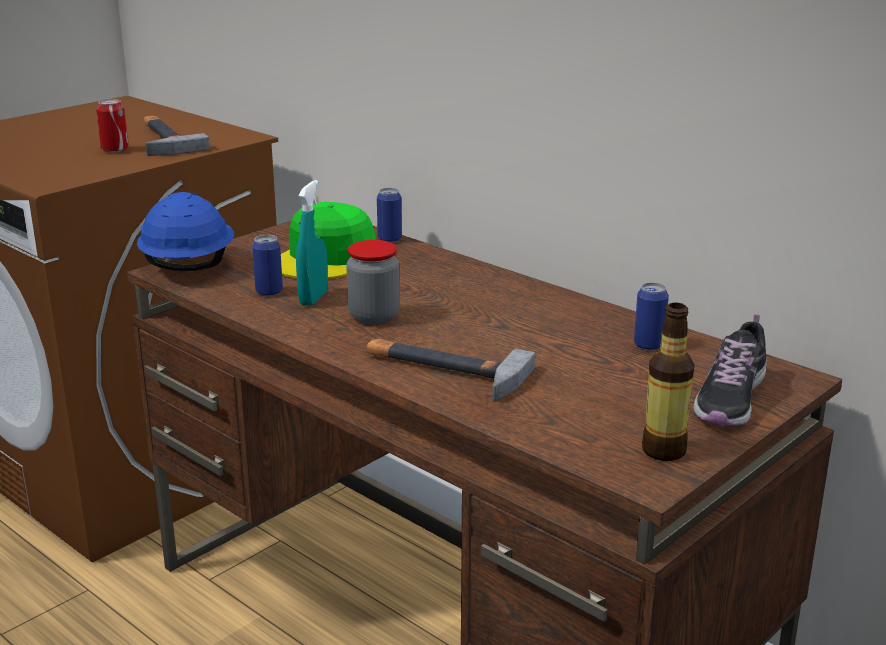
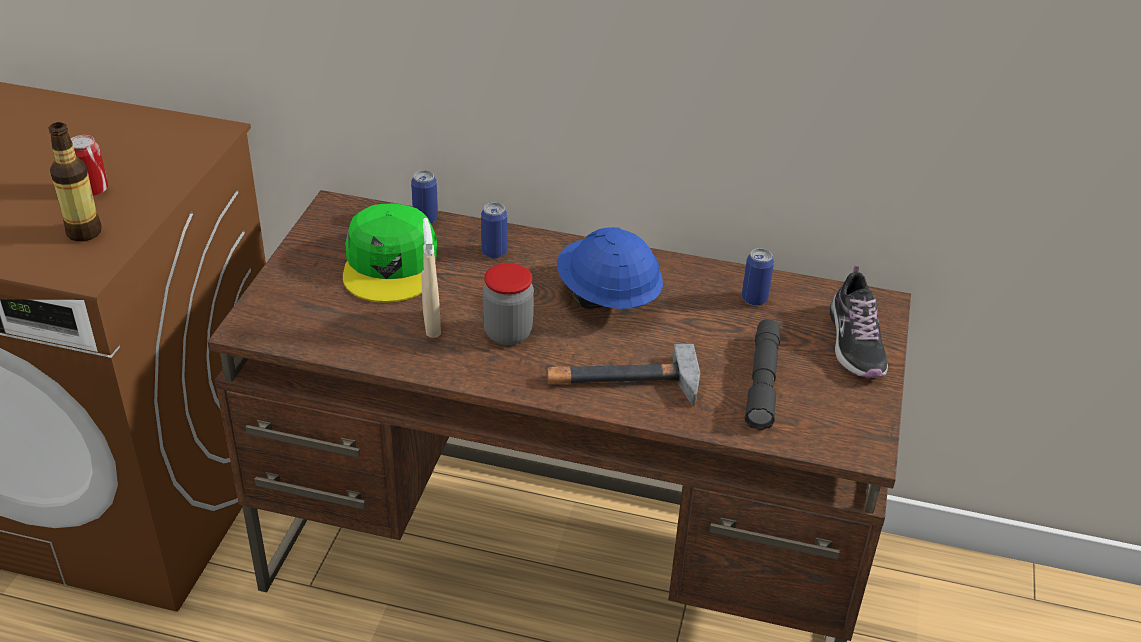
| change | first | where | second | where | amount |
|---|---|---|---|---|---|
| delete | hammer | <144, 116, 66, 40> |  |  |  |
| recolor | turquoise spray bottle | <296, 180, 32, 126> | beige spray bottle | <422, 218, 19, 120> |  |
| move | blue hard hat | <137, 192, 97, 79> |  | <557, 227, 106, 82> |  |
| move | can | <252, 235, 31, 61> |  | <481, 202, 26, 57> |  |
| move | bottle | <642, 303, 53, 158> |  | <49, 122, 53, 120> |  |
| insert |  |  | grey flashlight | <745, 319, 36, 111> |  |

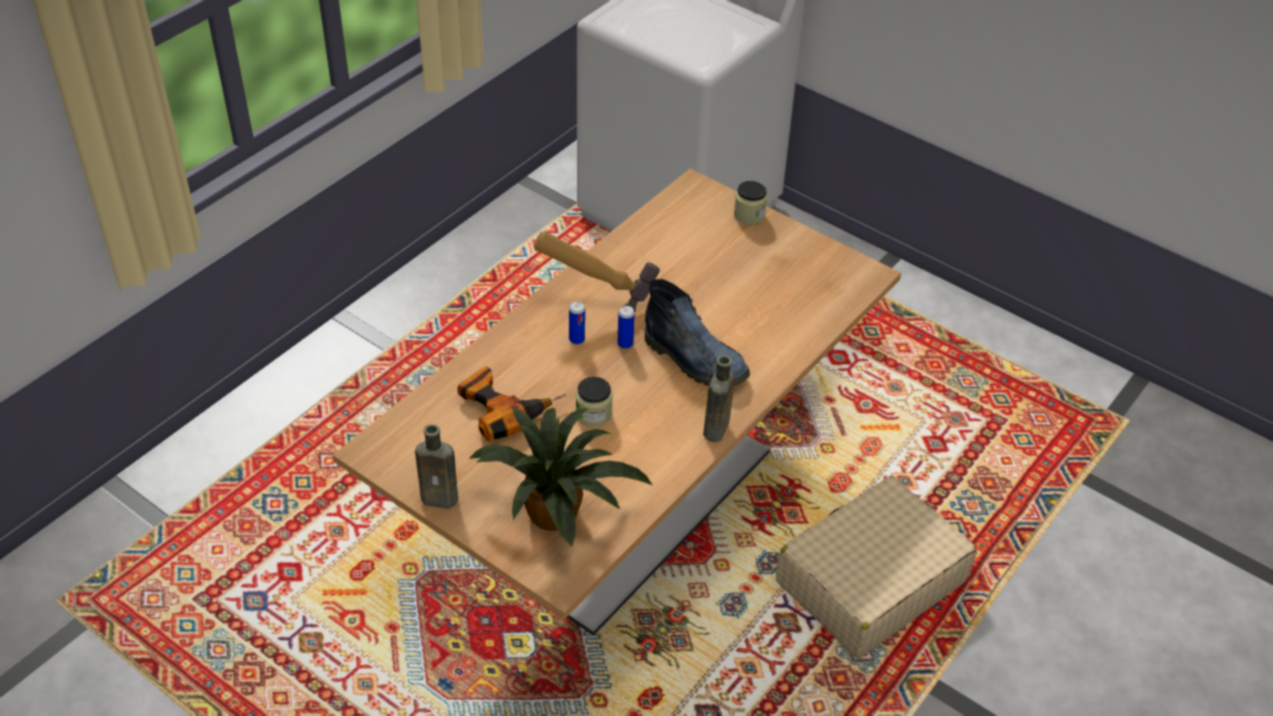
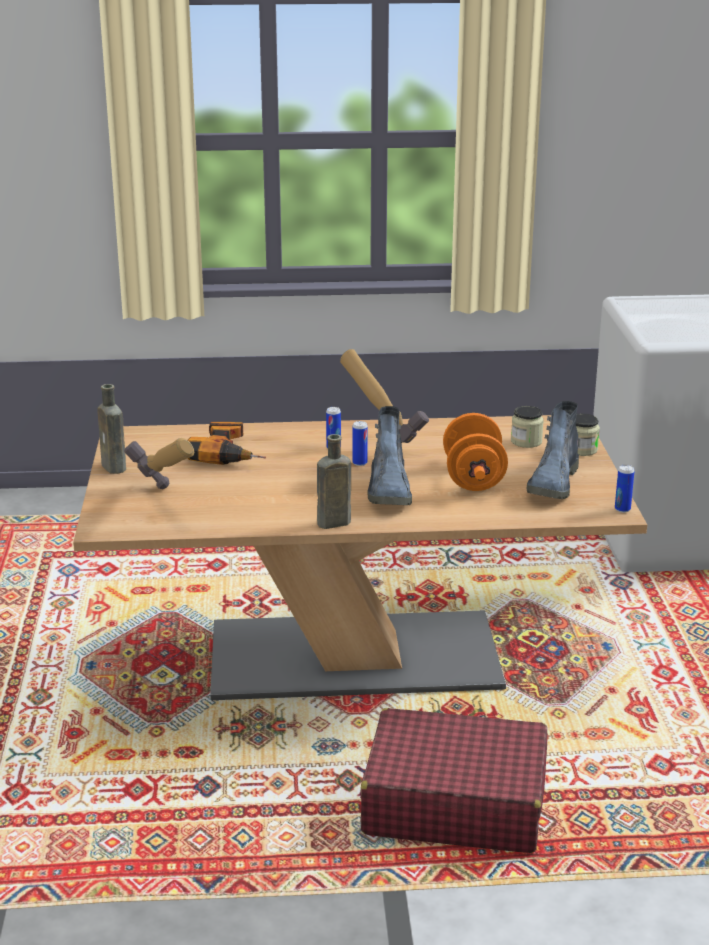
| change | first | where | second | where | amount |
|---|---|---|---|---|---|
| move | jar | <576, 377, 37, 51> |  | <511, 406, 33, 42> |  |
| replace | potted plant | <469, 408, 183, 138> | hammer | <124, 438, 70, 51> |  |
| recolor | beige suitcase | <776, 476, 201, 182> | red suitcase | <360, 708, 187, 145> |  |
| insert |  |  | boot | <527, 401, 52, 98> |  |
| insert |  |  | orange dumbbell | <443, 413, 65, 78> |  |
| insert |  |  | can | <615, 465, 19, 48> |  |

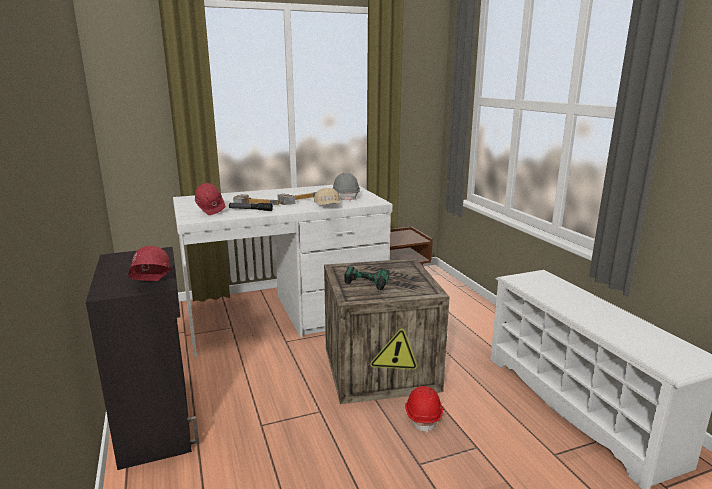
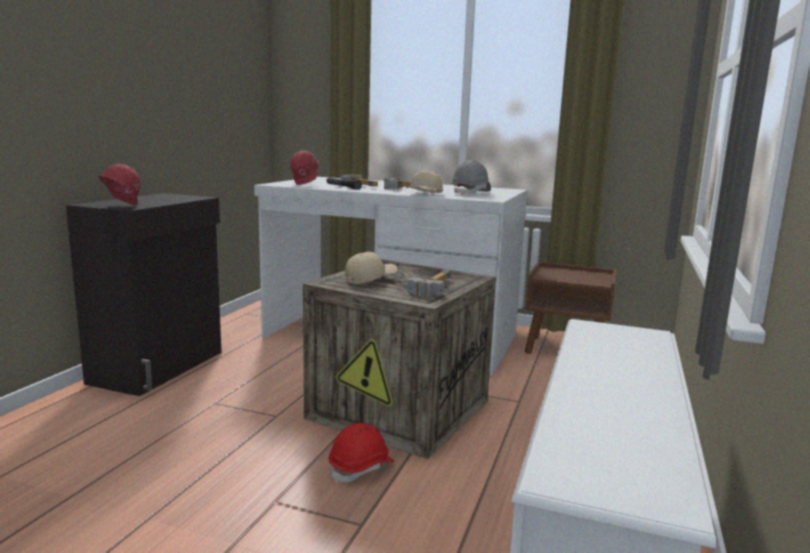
| change | first | where | second | where | amount |
|---|---|---|---|---|---|
| replace | power drill | <344, 266, 45, 27> | beige cap | <345, 252, 52, 32> |  |
| insert |  |  | hammer | <407, 270, 44, 27> |  |

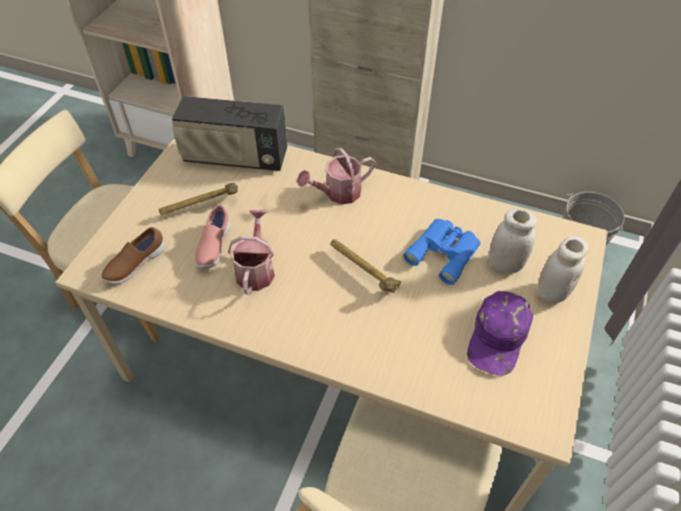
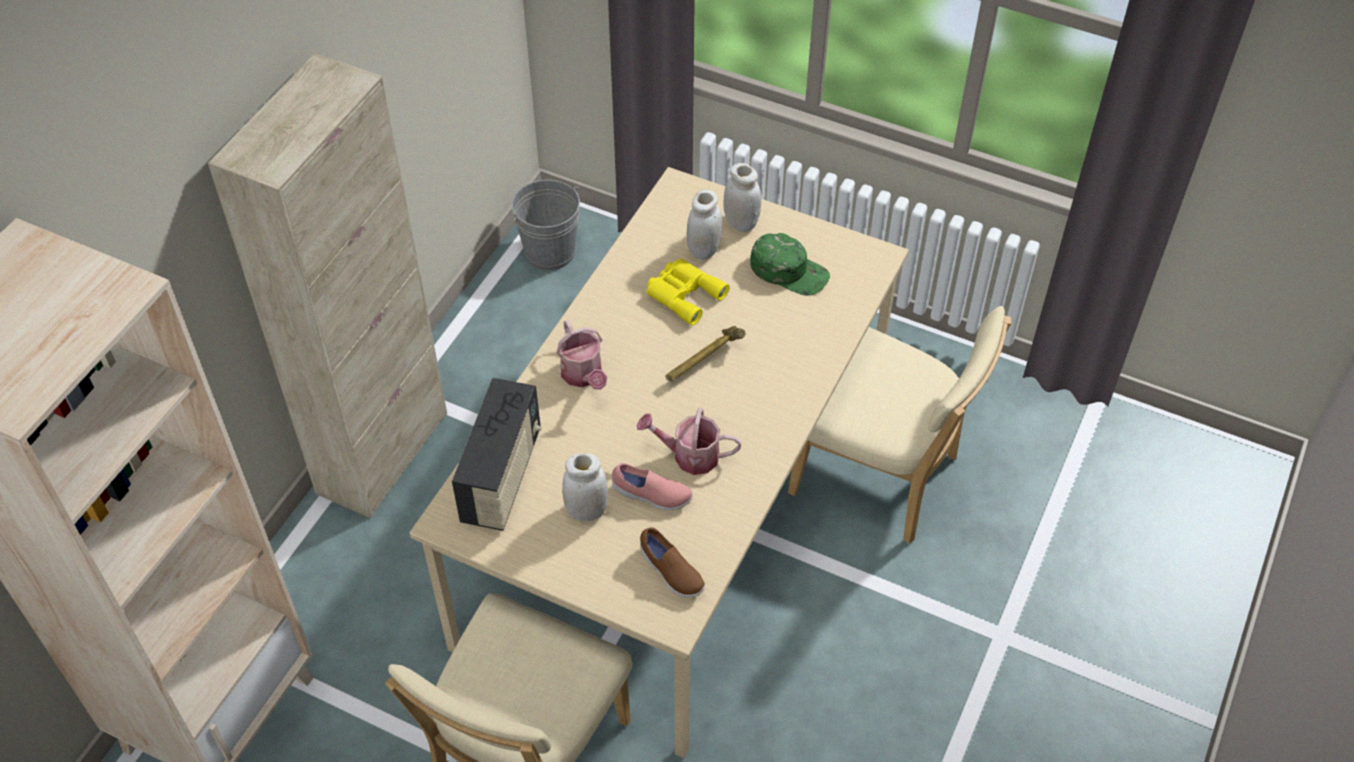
| change | first | where | second | where | amount |
|---|---|---|---|---|---|
| replace | hammer | <159, 183, 79, 32> | white jar | <562, 453, 46, 68> |  |
| recolor | blue binoculars | <403, 219, 77, 66> | yellow binoculars | <647, 258, 83, 68> |  |
| recolor | purple cap | <467, 291, 66, 85> | green cap | <750, 233, 80, 63> |  |

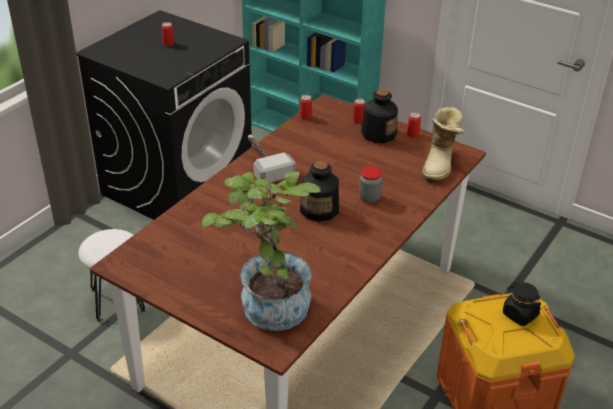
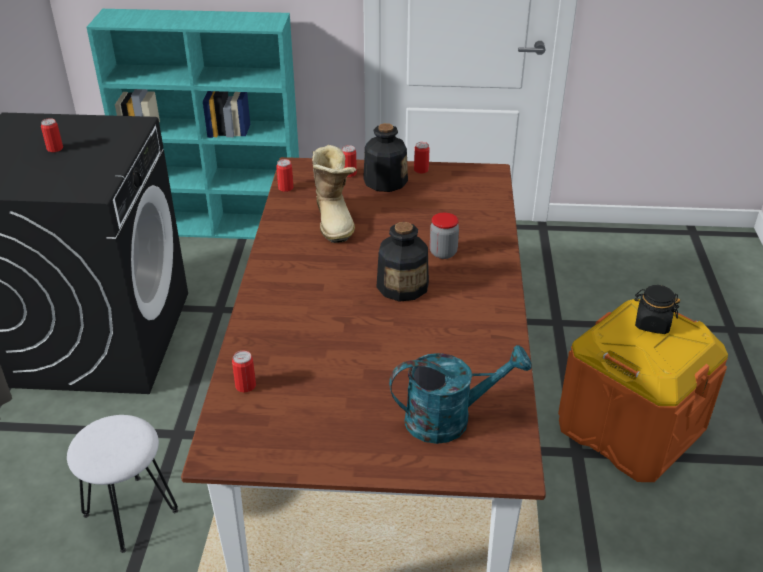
| change | first | where | second | where | amount |
|---|---|---|---|---|---|
| move | boot | <422, 107, 43, 76> |  | <312, 145, 44, 98> |  |
| delete | hammer | <248, 135, 48, 48> |  |  |  |
| replace | potted plant | <202, 171, 119, 160> | turquoise watering can | <389, 345, 143, 99> |  |
| insert |  |  | can | <232, 351, 24, 41> |  |

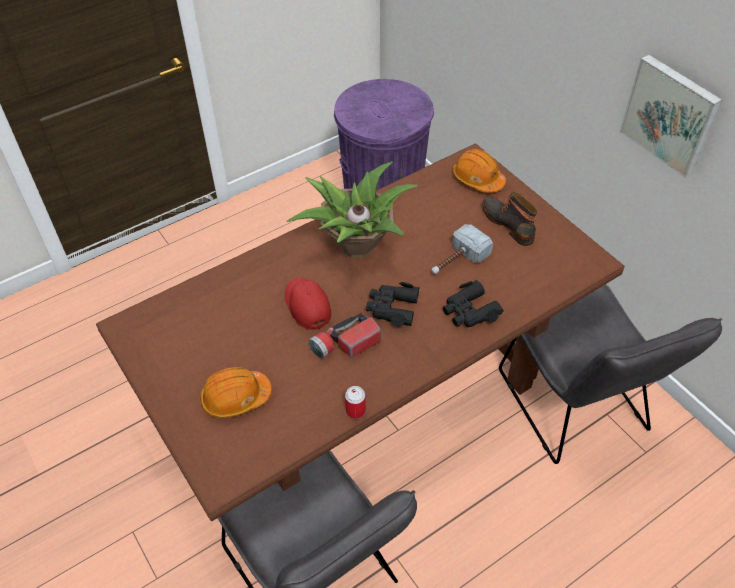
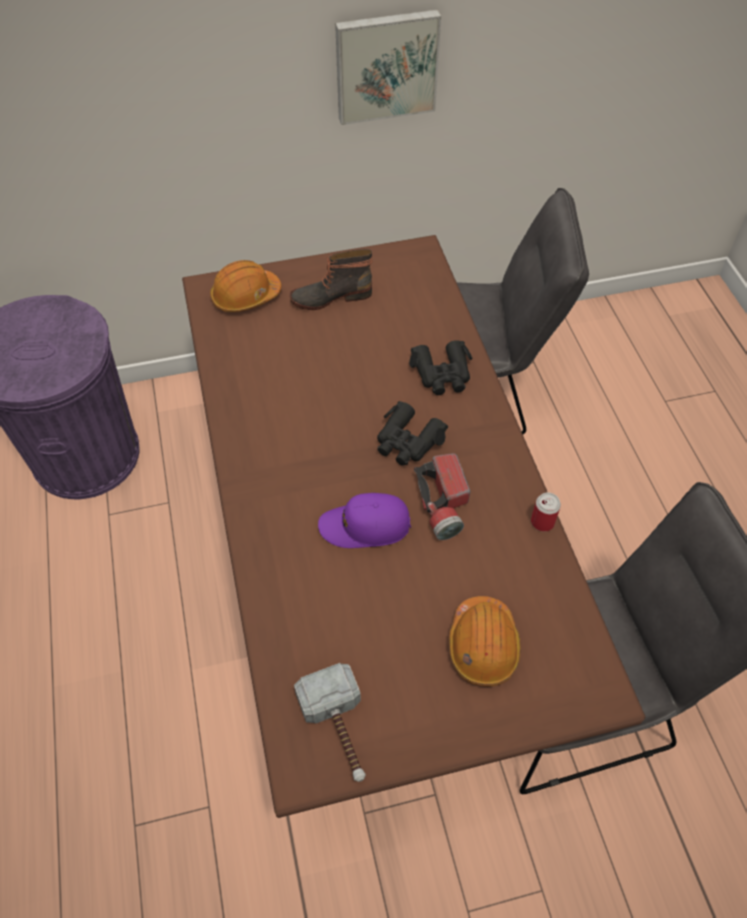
| change | first | where | second | where | amount |
|---|---|---|---|---|---|
| delete | potted plant | <287, 161, 130, 97> |  |  |  |
| move | hammer | <432, 224, 61, 50> |  | <294, 663, 72, 119> |  |
| recolor | red cap | <285, 278, 47, 52> | purple cap | <318, 493, 93, 55> |  |

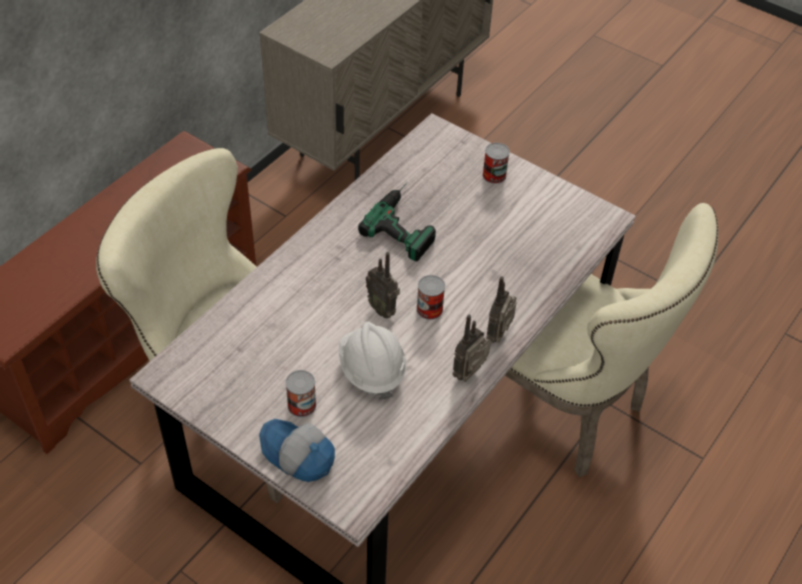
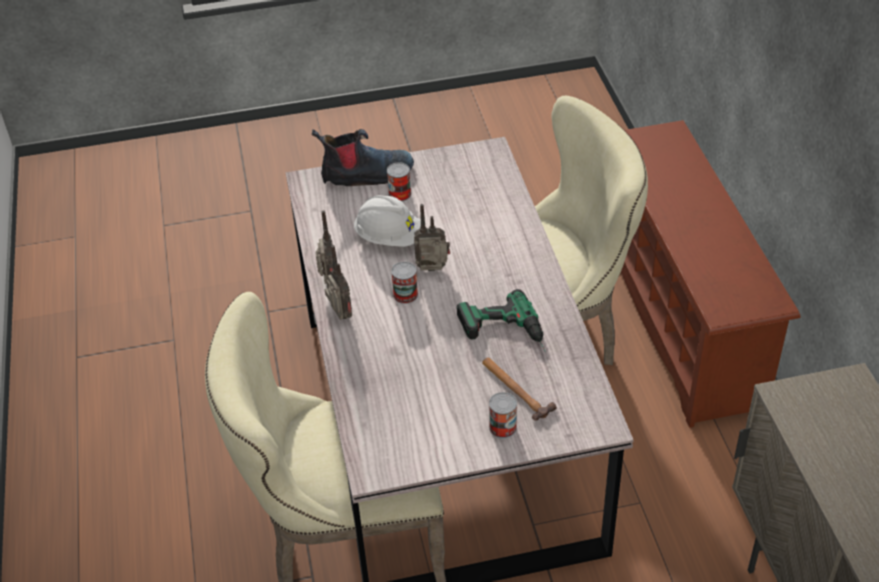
| change | first | where | second | where | amount |
|---|---|---|---|---|---|
| replace | cap | <259, 419, 76, 63> | boot | <312, 129, 102, 57> |  |
| insert |  |  | hammer | <482, 357, 75, 64> |  |

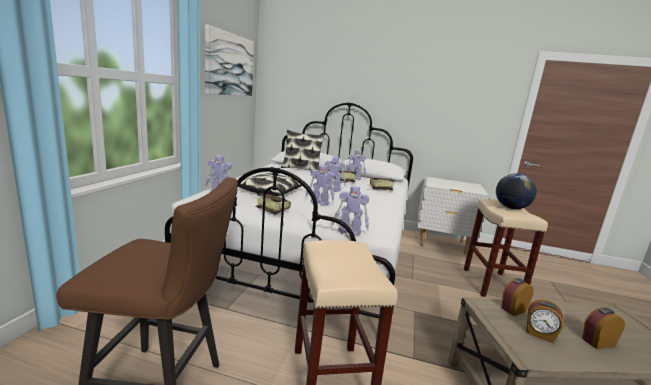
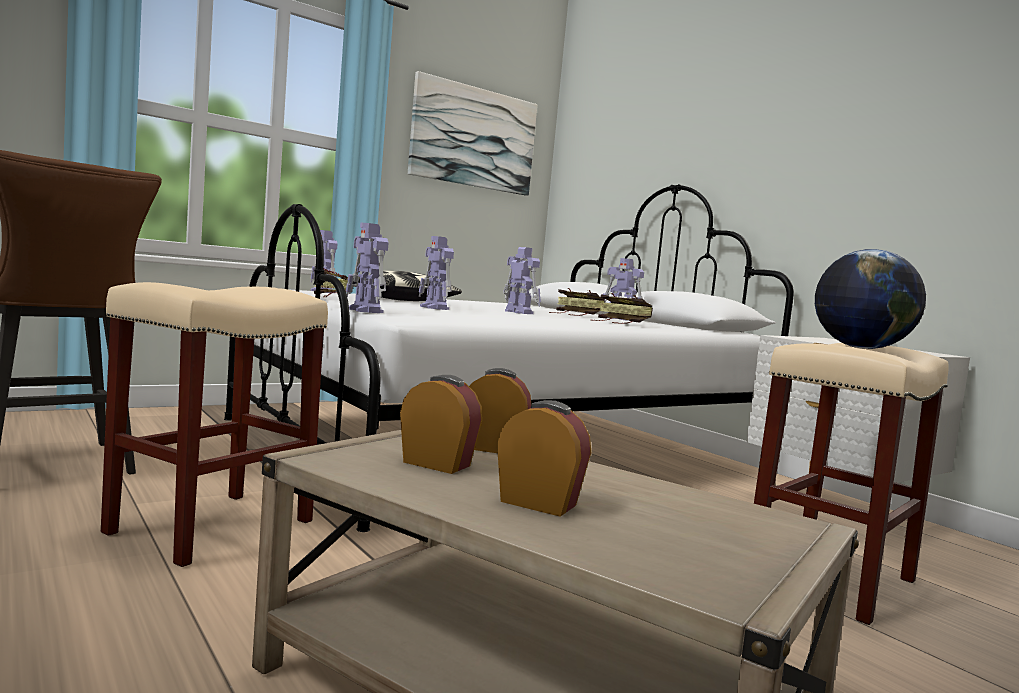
| change | first | where | second | where | amount |
|---|---|---|---|---|---|
| delete | pillow | <281, 130, 44, 41> |  |  |  |
| rotate | alarm clock | <527, 299, 36, 44> |  | <400, 375, 82, 99> | 135 degrees clockwise |

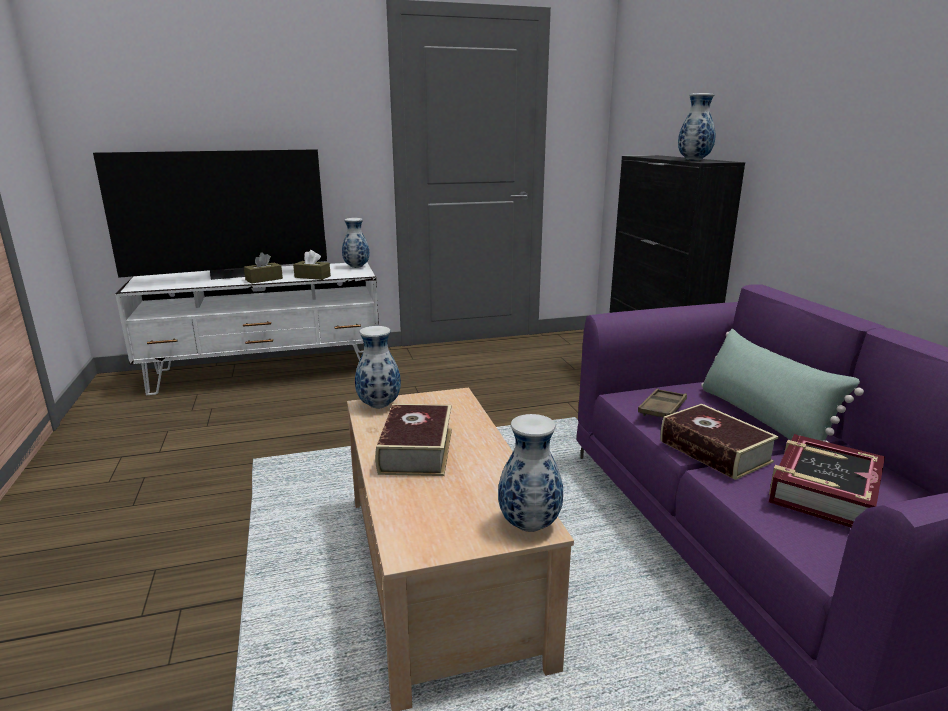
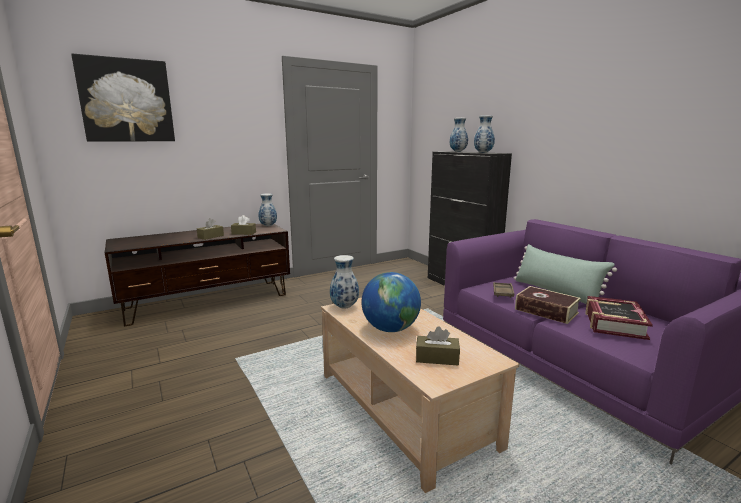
| change | first | where | second | where | amount |
|---|---|---|---|---|---|
| delete | television | <93, 149, 234, 131> |  |  |  |
| recolor | white tv stand | <115, 262, 264, 133> | brown tv stand | <105, 223, 185, 103> |  |
| replace | book | <375, 404, 77, 72> | globe | <361, 272, 60, 60> |  |
| move | vase | <498, 414, 65, 118> |  | <450, 118, 18, 34> |  |
| insert |  |  | picture | <71, 54, 104, 88> |  |
| insert |  |  | brown tissue box | <416, 327, 44, 38> |  |

